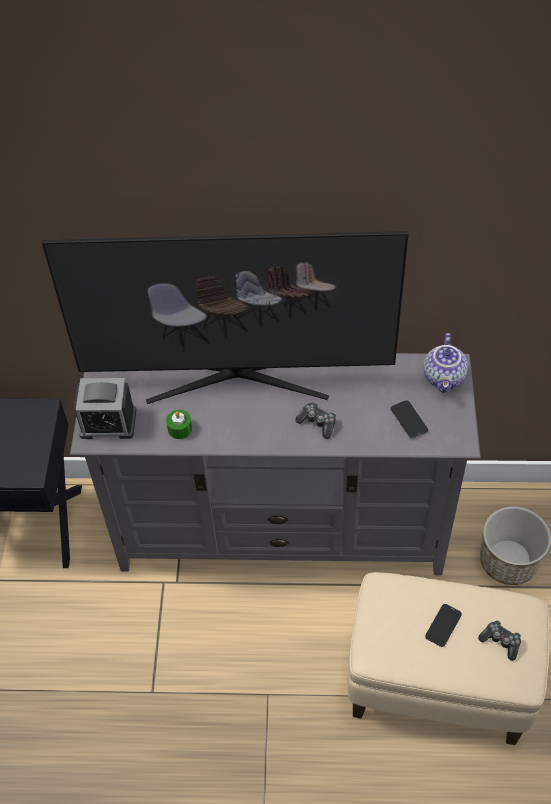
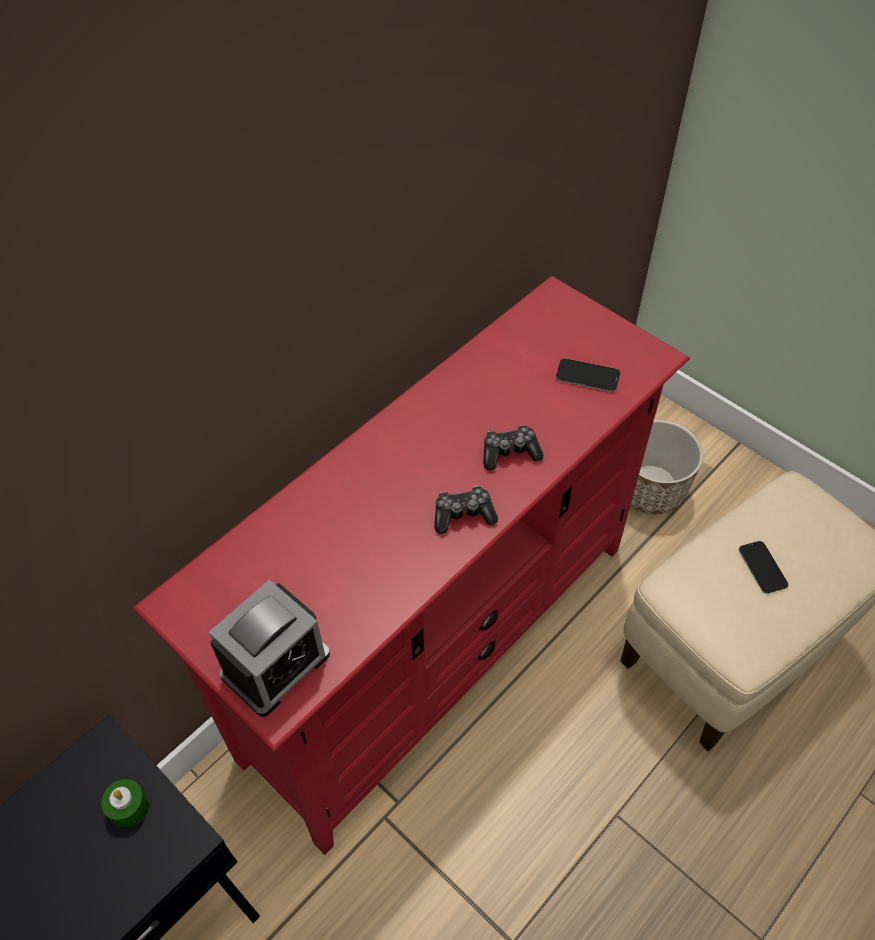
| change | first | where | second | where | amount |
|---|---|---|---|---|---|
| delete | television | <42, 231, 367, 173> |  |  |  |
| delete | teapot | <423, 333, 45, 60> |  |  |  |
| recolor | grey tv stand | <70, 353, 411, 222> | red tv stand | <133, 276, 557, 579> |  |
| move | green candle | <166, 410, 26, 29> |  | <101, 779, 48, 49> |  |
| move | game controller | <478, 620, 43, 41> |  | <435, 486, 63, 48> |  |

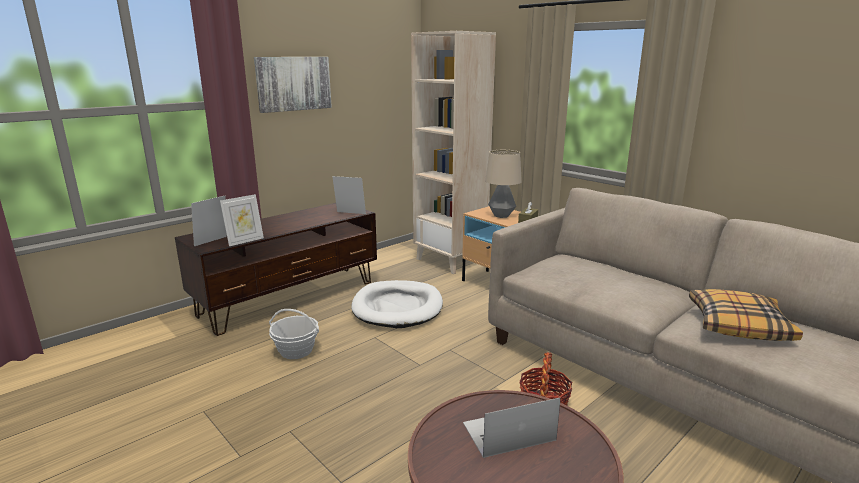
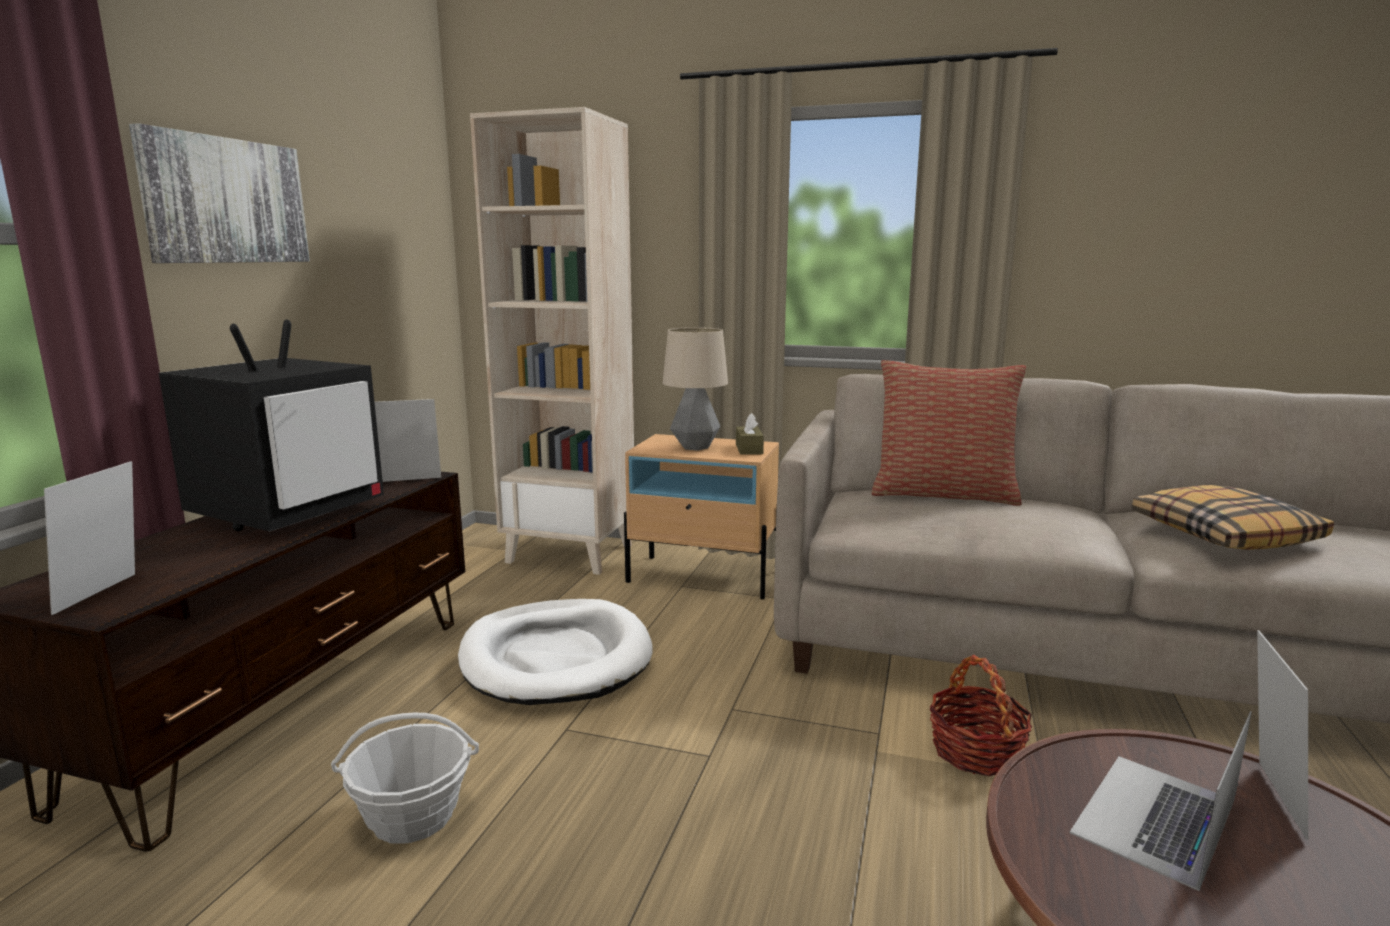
| change | first | where | second | where | amount |
|---|---|---|---|---|---|
| move | picture frame | <220, 194, 44, 52> |  | <1257, 630, 51, 210> |  |
| insert |  |  | television | <159, 320, 225, 212> |  |
| insert |  |  | pillow | <872, 360, 154, 146> |  |

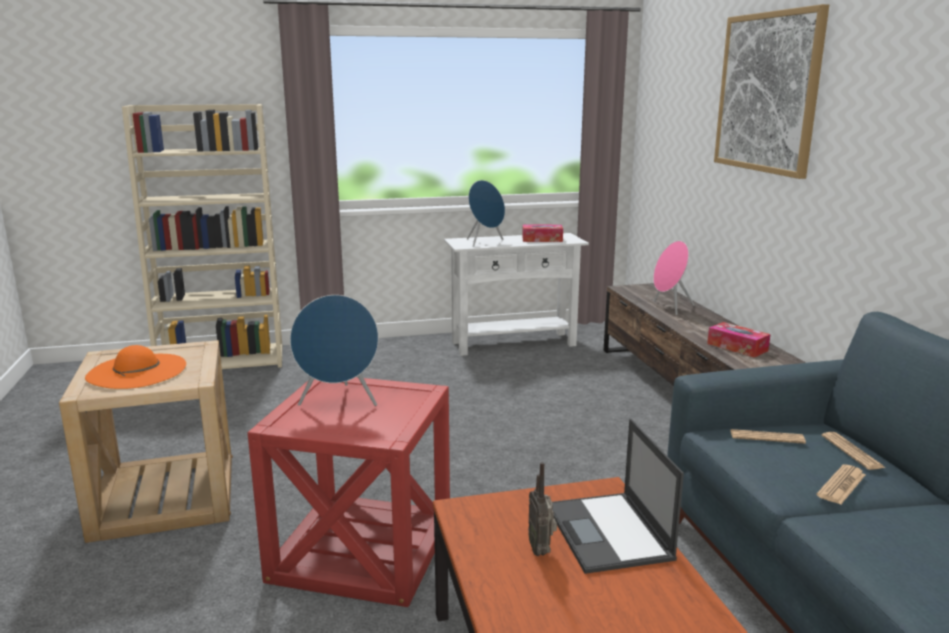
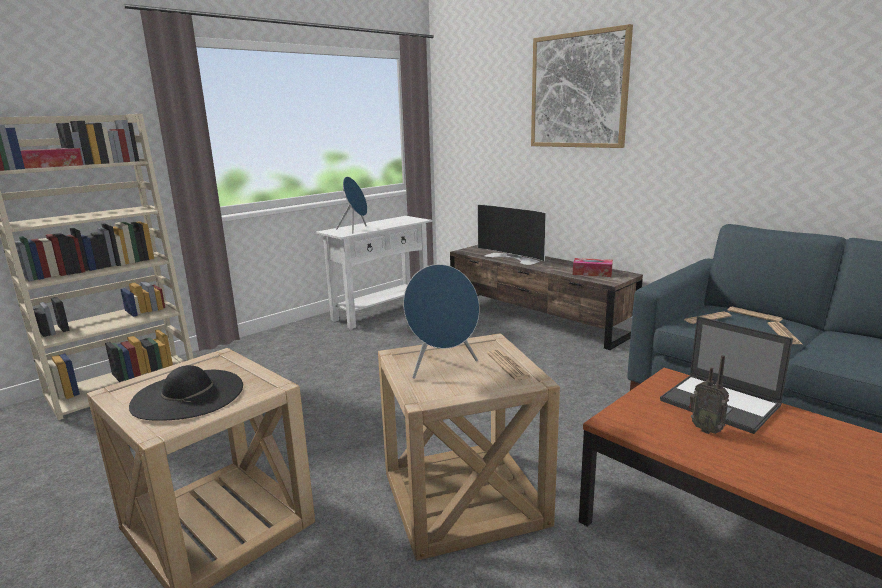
| change | first | where | second | where | amount |
|---|---|---|---|---|---|
| move | tissue box | <522, 224, 41, 18> |  | <21, 148, 62, 21> |  |
| replace | pink speaker | <653, 241, 42, 74> | television | <477, 204, 69, 61> |  |
| recolor | orange hat | <85, 345, 101, 44> | black hat | <129, 365, 114, 56> |  |
| recolor | red side table | <248, 377, 202, 230> | beige side table | <378, 333, 182, 228> |  |
| insert |  |  | newspaper | <487, 350, 46, 31> |  |

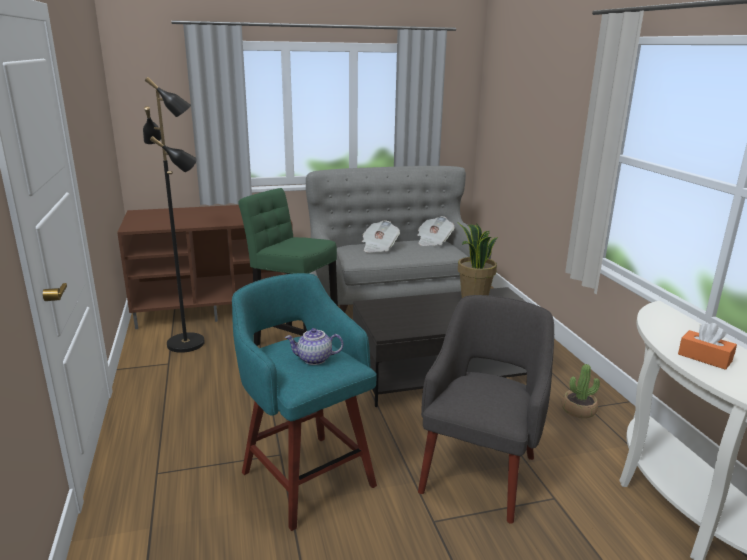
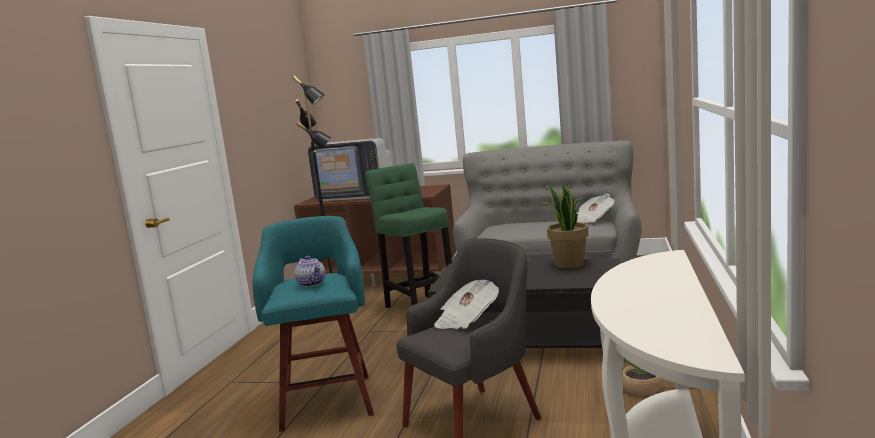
| change | first | where | second | where | amount |
|---|---|---|---|---|---|
| move | newspaper | <362, 221, 38, 32> |  | <434, 280, 65, 49> |  |
| delete | orange tissue box | <678, 323, 59, 47> |  |  |  |
| rotate | teapot | <285, 328, 58, 37> |  | <295, 256, 30, 31> | 150 degrees counterclockwise |
| insert |  |  | television | <308, 138, 85, 63> |  |

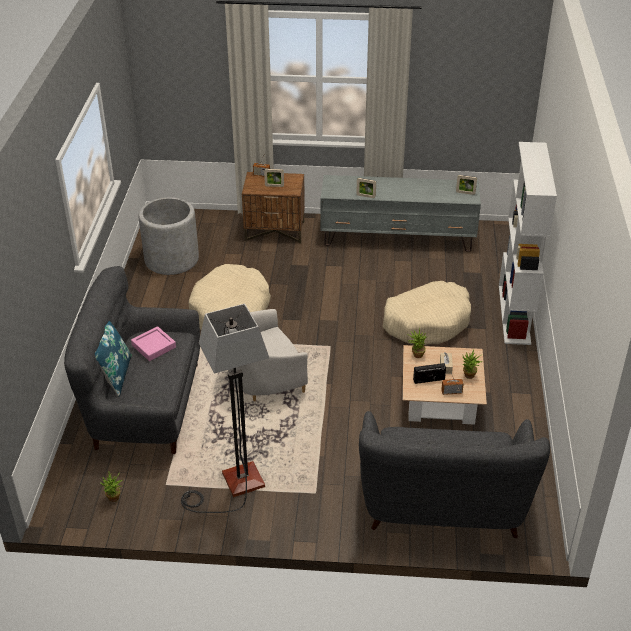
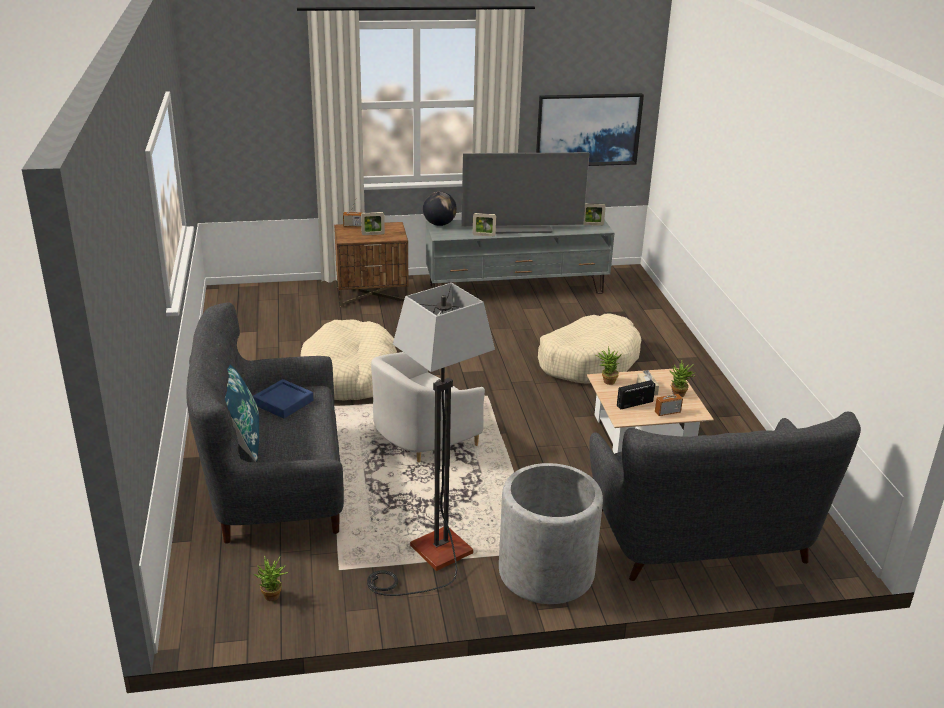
| change | first | where | second | where | amount |
|---|---|---|---|---|---|
| delete | white bookcase | <499, 142, 58, 203> |  |  |  |
| move | grey planter | <138, 197, 61, 78> |  | <499, 463, 104, 141> |  |
| recolor | pink tray | <131, 326, 45, 35> | blue tray | <253, 379, 60, 40> |  |
| insert |  |  | picture | <536, 93, 108, 73> |  |
| insert |  |  | television | <461, 152, 129, 82> |  |
| insert |  |  | globe | <423, 192, 34, 34> |  |

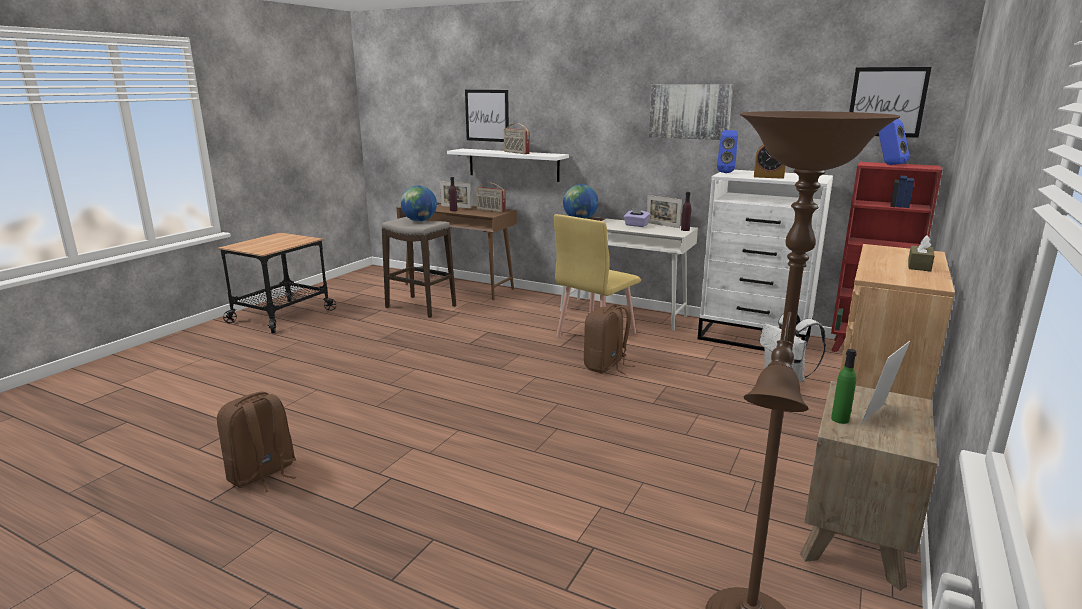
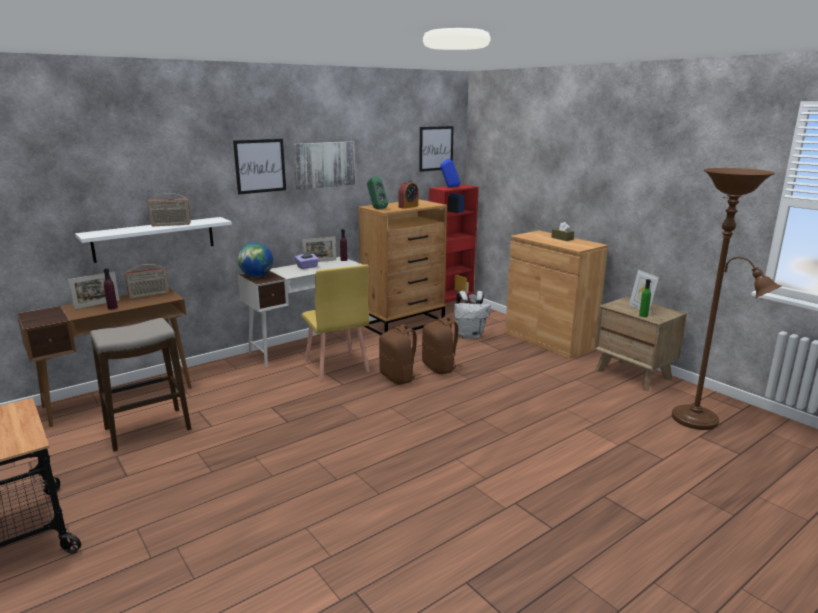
| change | first | where | second | where | amount |
|---|---|---|---|---|---|
| move | picture | <465, 90, 44, 52> |  | <233, 139, 53, 56> |  |
| recolor | blue speaker | <717, 130, 21, 43> | green speaker | <367, 177, 21, 32> |  |
| recolor | white dresser | <698, 170, 135, 181> | brown dresser | <358, 199, 89, 136> |  |
| delete | globe | <401, 185, 36, 37> |  |  |  |
| move | brown backpack | <217, 392, 79, 100> |  | <422, 316, 40, 58> |  |

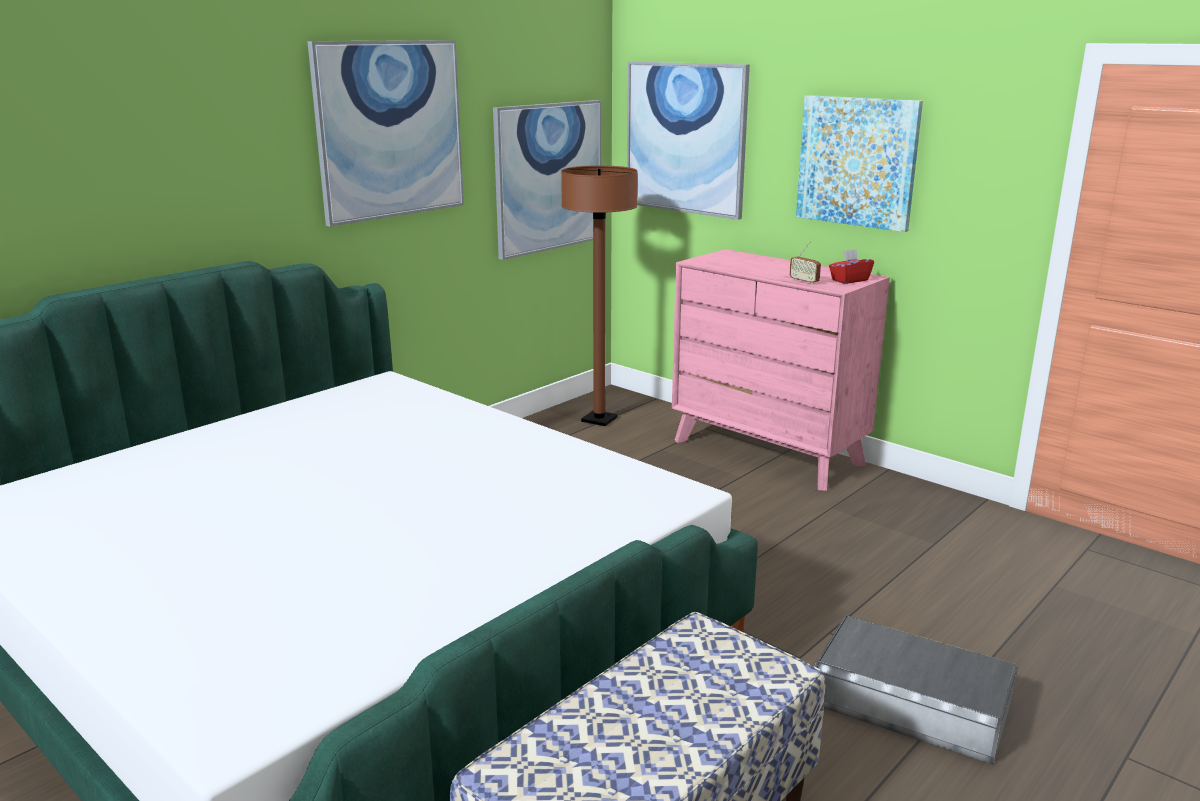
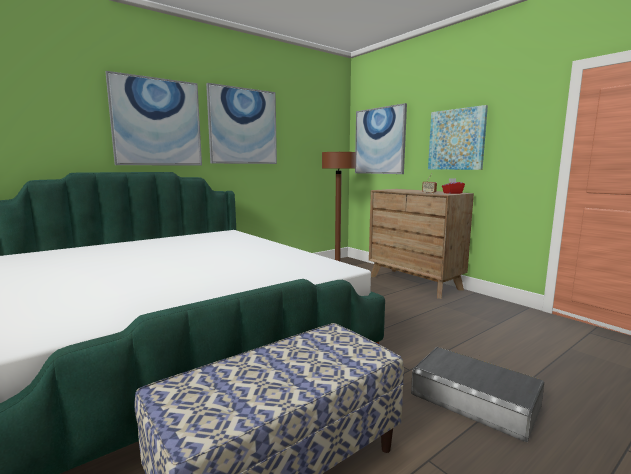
| change | first | where | second | where | amount |
|---|---|---|---|---|---|
| move | picture | <493, 100, 108, 160> |  | <105, 71, 97, 94> |  |
| recolor | pink dresser | <672, 249, 218, 242> | brown dresser | <369, 189, 105, 110> |  |

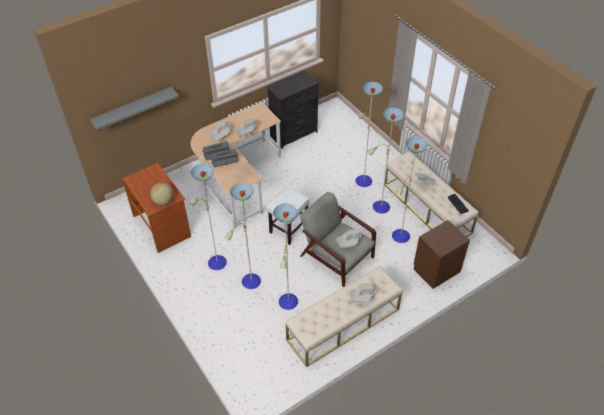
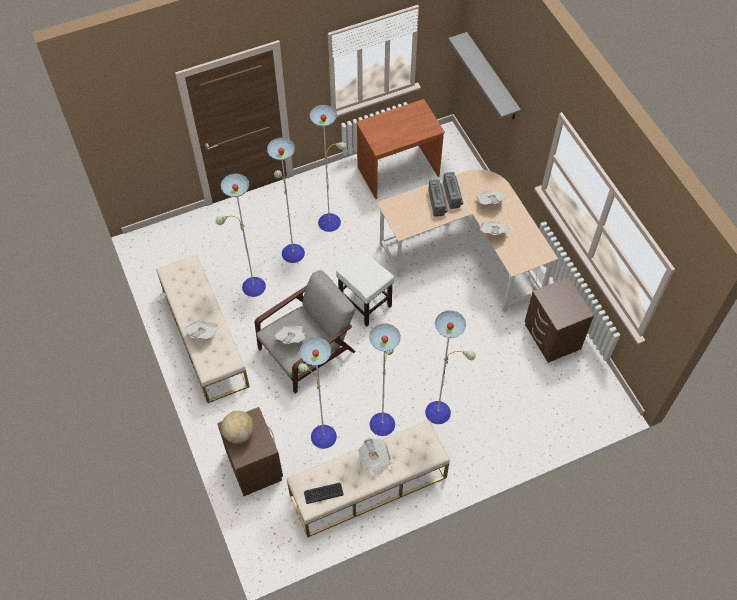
| change | first | where | second | where | amount |
|---|---|---|---|---|---|
| replace | black dresser | <267, 71, 52, 78> | brown nightstand | <525, 277, 69, 86> |  |
| move | globe | <150, 182, 23, 23> |  | <221, 411, 33, 33> |  |

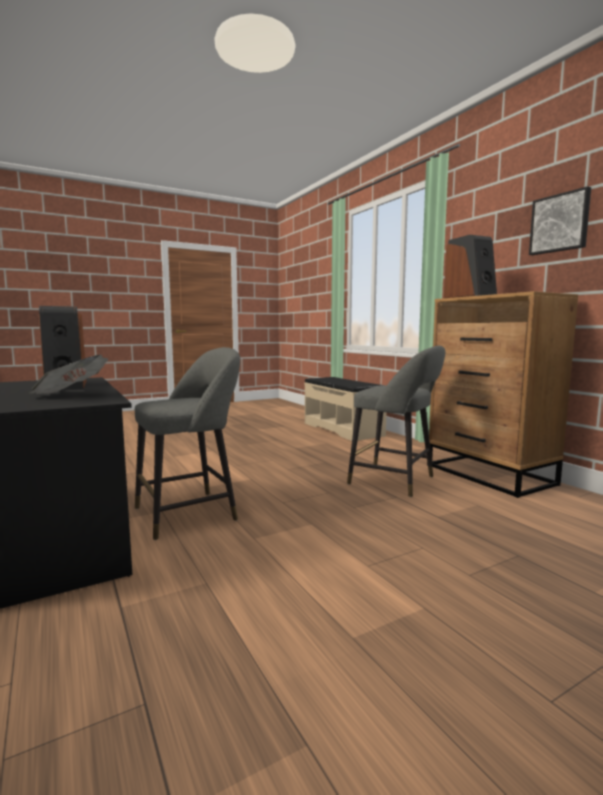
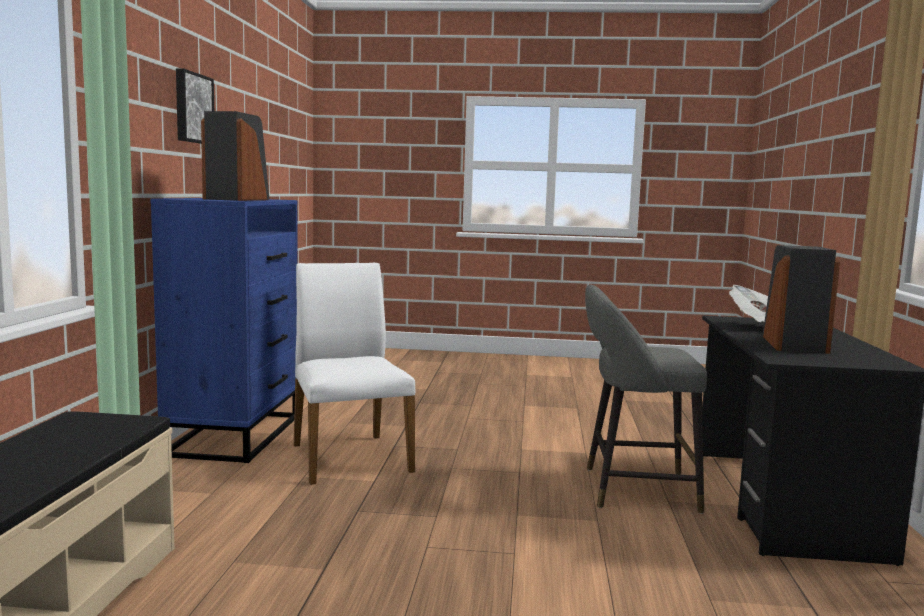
| change | first | where | second | where | amount |
|---|---|---|---|---|---|
| recolor | brown dresser | <427, 291, 151, 207> | blue dresser | <150, 198, 148, 265> |  |
| replace | grey stool | <347, 346, 98, 151> | white chair | <294, 263, 121, 222> |  |

